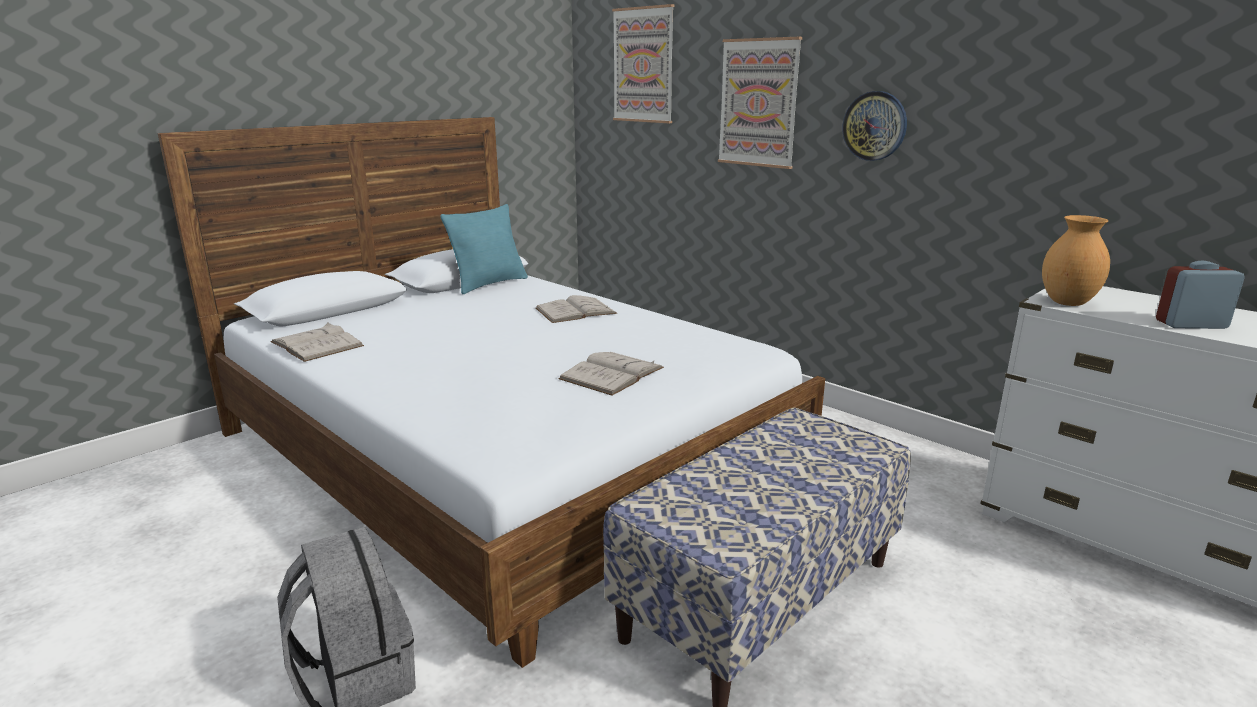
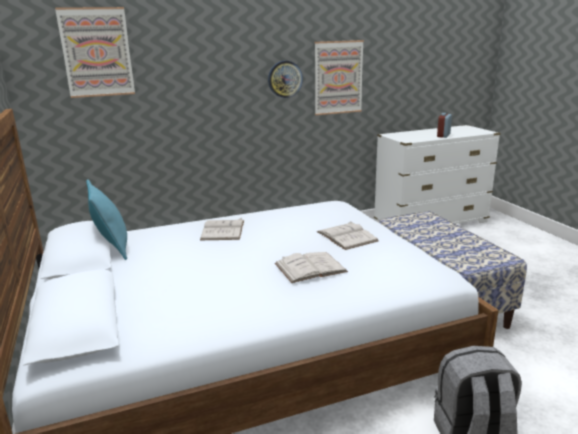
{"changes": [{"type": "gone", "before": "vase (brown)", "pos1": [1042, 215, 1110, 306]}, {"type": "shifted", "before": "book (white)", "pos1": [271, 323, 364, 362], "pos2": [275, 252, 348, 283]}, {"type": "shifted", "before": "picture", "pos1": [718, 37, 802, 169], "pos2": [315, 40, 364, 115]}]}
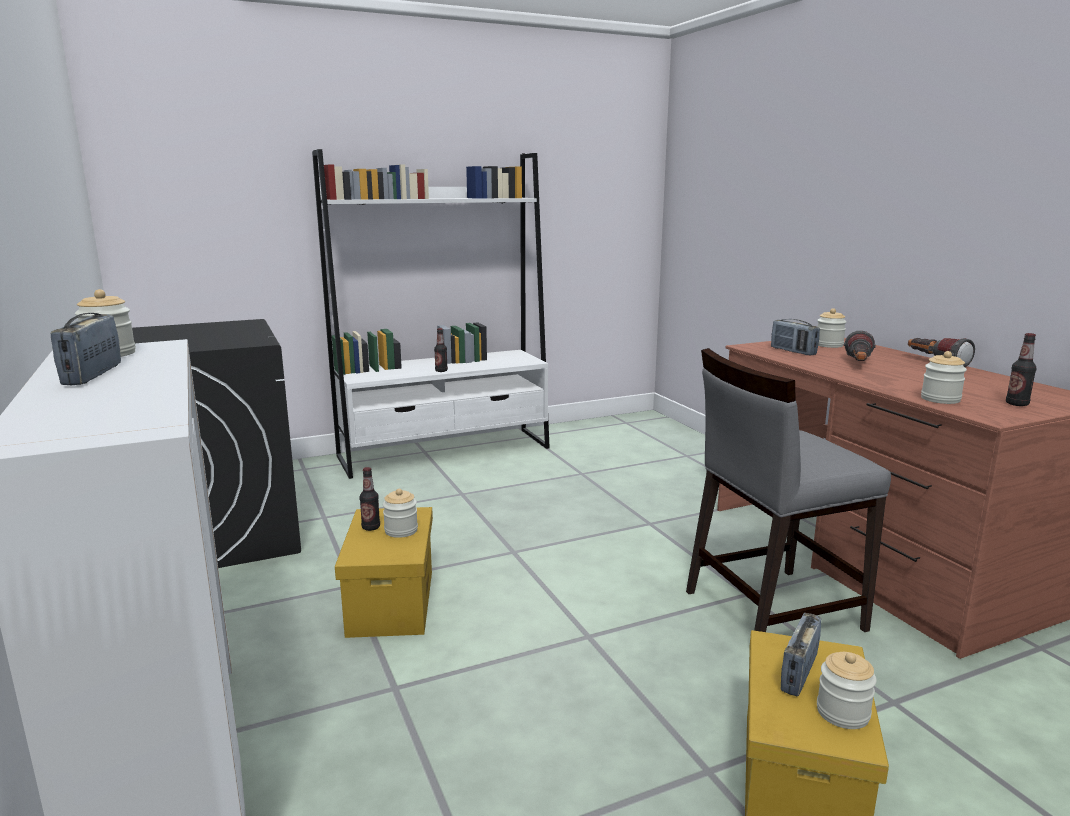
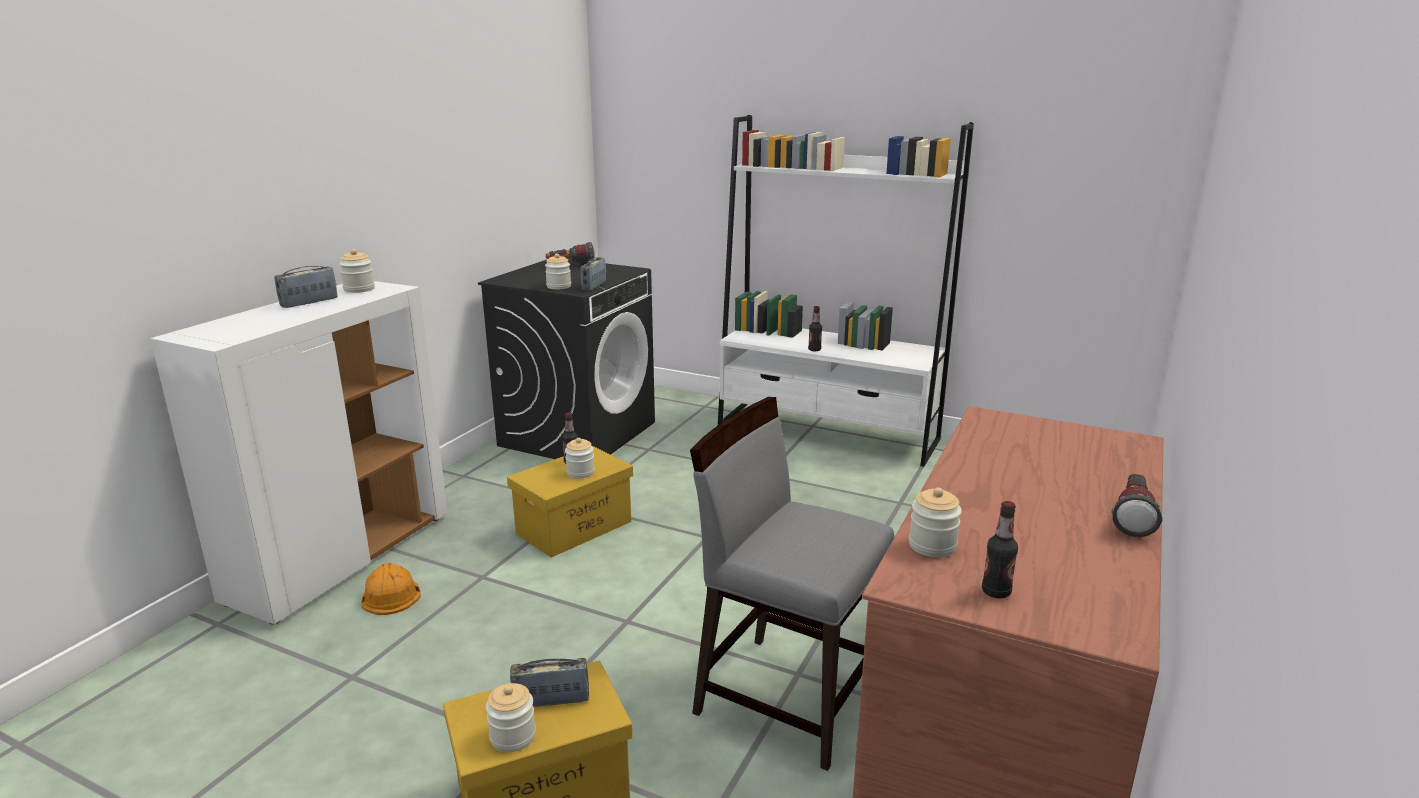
{"changes": [{"type": "new", "after": "hard hat (orange)", "pos2": [362, 563, 421, 615]}, {"type": "shifted", "before": "radio", "pos1": [771, 319, 820, 355], "pos2": [580, 257, 606, 291]}, {"type": "shifted", "before": "jar", "pos1": [817, 309, 847, 348], "pos2": [545, 253, 571, 289]}, {"type": "shifted", "before": "flashlight", "pos1": [844, 330, 876, 361], "pos2": [546, 242, 595, 262]}]}
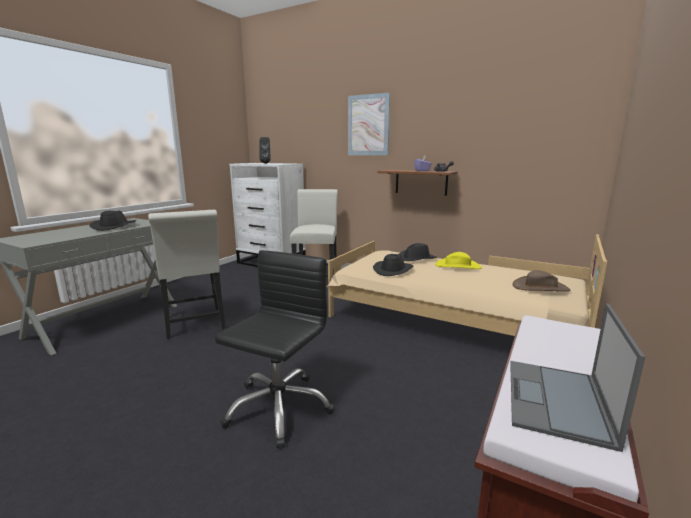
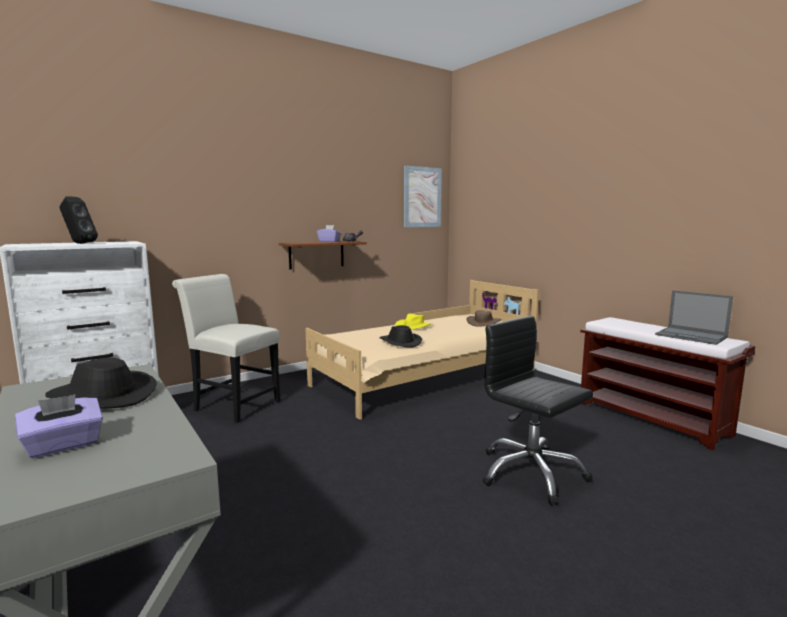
{"changes": [{"type": "gone", "before": "chair (white)", "pos1": [148, 210, 226, 339]}, {"type": "gone", "before": "hat (black)", "pos1": [398, 243, 437, 261]}, {"type": "new", "after": "tissue box (purple)", "pos2": [15, 394, 103, 459]}, {"type": "shifted", "before": "picture", "pos1": [348, 93, 390, 155], "pos2": [404, 165, 442, 227]}]}
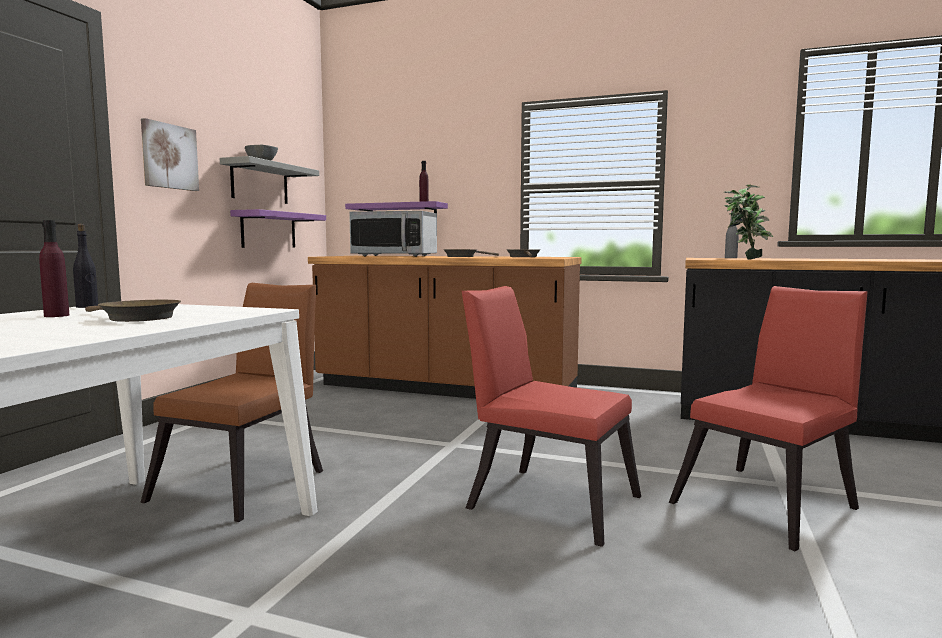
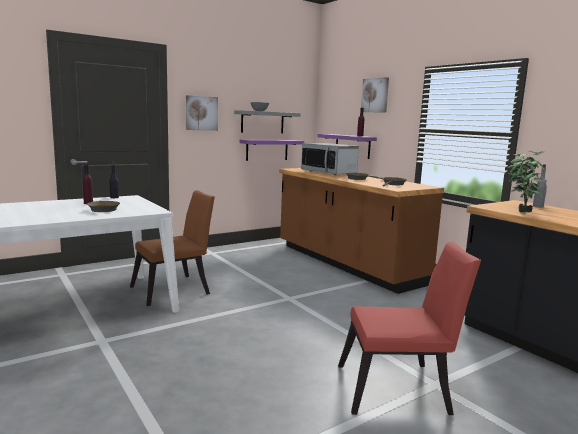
{"changes": [{"type": "gone", "before": "chair (red)", "pos1": [462, 286, 641, 547]}, {"type": "new", "after": "picture", "pos2": [361, 77, 389, 113]}]}
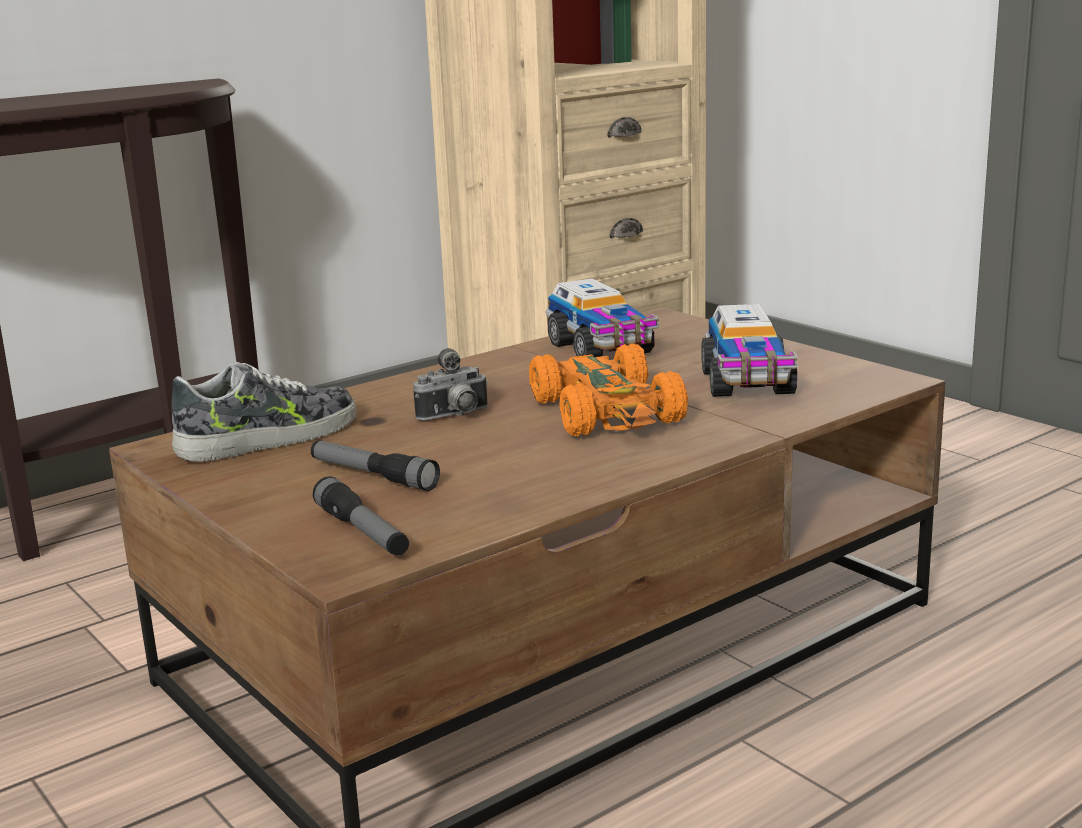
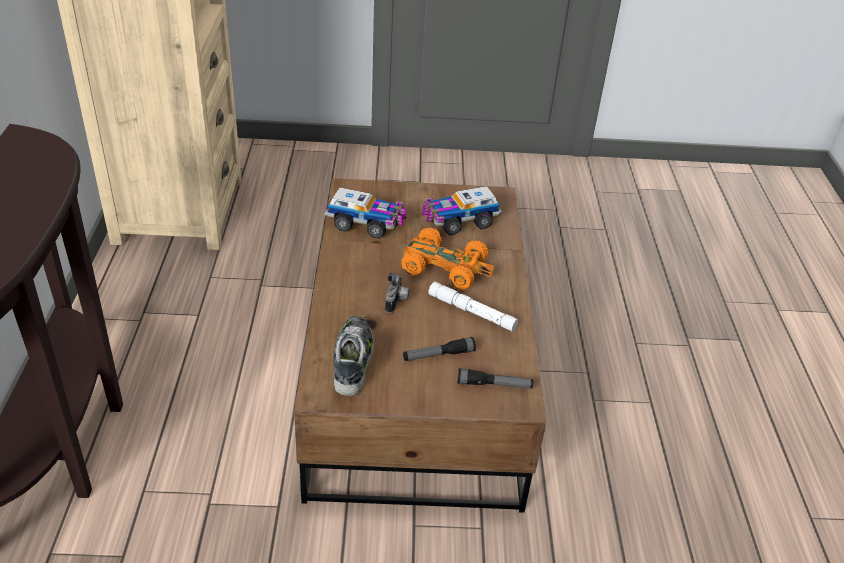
{"changes": [{"type": "new", "after": "flashlight (white)", "pos2": [428, 282, 518, 332]}, {"type": "rotated", "before": "toy truck", "pos1": [701, 304, 798, 397], "pos2": [422, 186, 501, 235], "turn": 120}]}
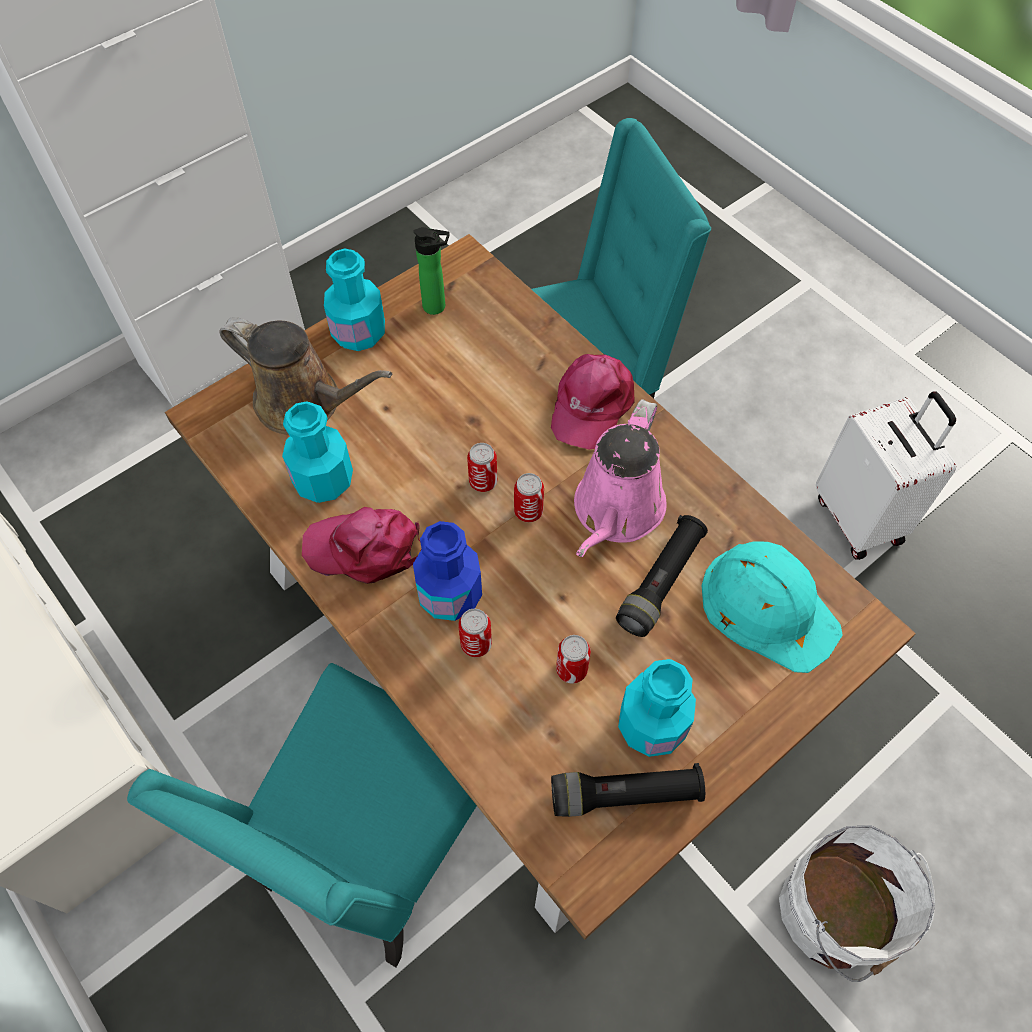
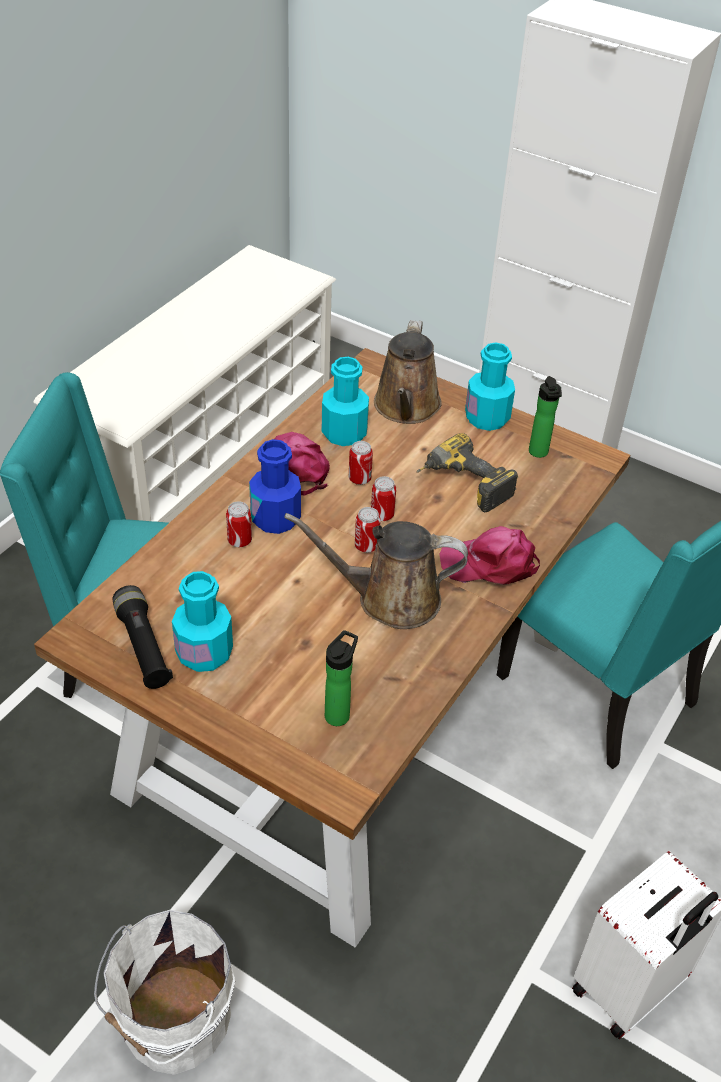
{"changes": [{"type": "gone", "before": "flashlight (black)", "pos1": [616, 515, 708, 637]}, {"type": "new", "after": "power drill", "pos2": [417, 433, 518, 512]}, {"type": "shifted", "before": "can", "pos1": [556, 635, 591, 684], "pos2": [349, 441, 373, 485]}, {"type": "swapped", "before": "hard hat (turquoise)", "after": "bottle", "pos1": [702, 541, 843, 673], "pos2": [325, 630, 358, 726]}, {"type": "repainted", "before": "watering can (pink)", "after": "watering can (brown)", "pos1": [574, 399, 667, 557], "pos2": [284, 513, 468, 629]}]}
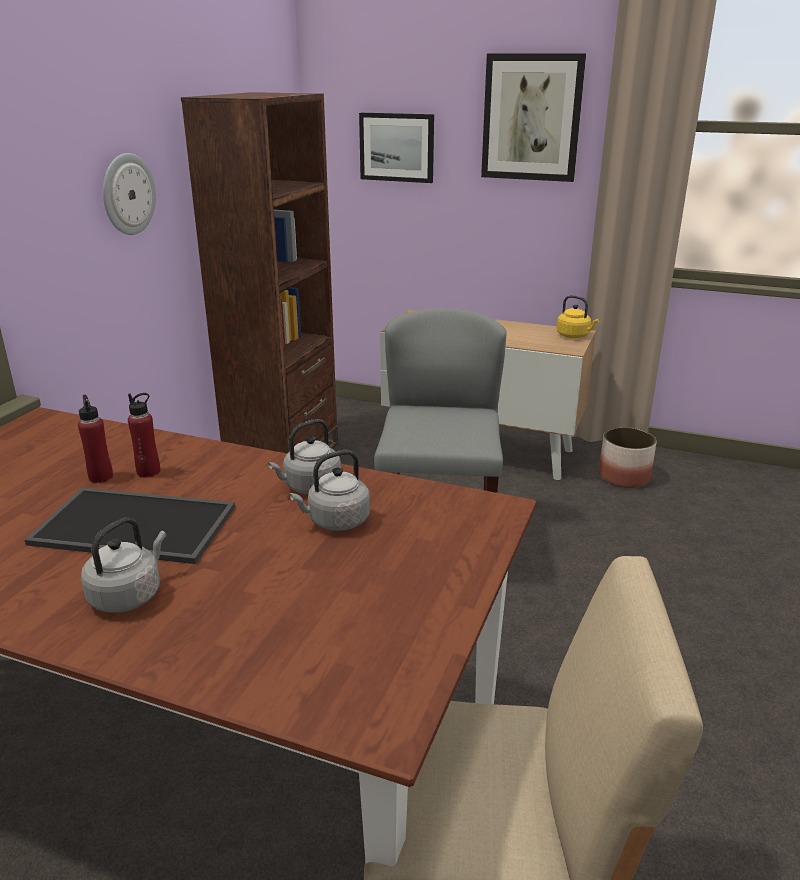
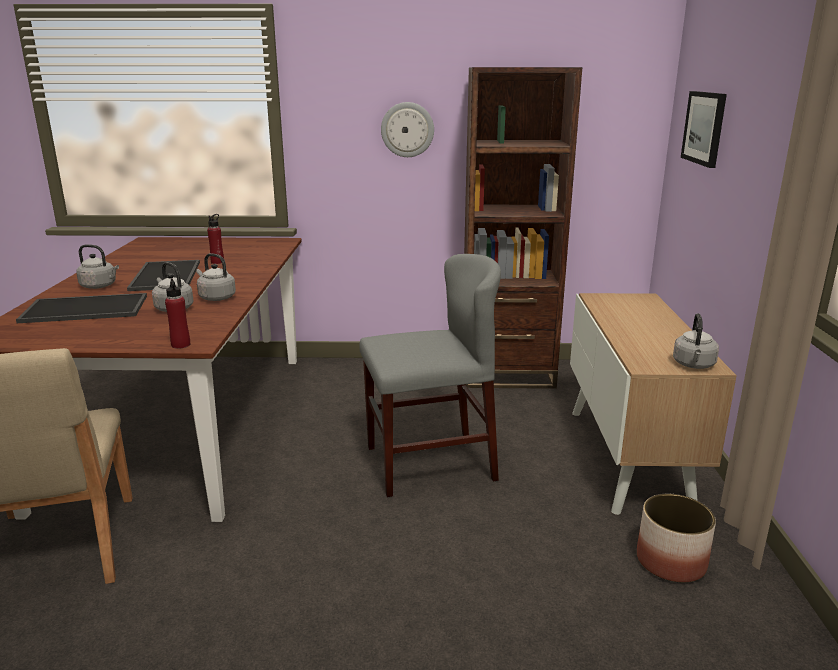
{"changes": [{"type": "gone", "before": "picture", "pos1": [481, 53, 586, 182]}, {"type": "new", "after": "tray", "pos2": [16, 293, 147, 323]}, {"type": "shifted", "before": "bottle (red)", "pos1": [128, 393, 160, 478], "pos2": [165, 278, 190, 349]}, {"type": "repainted", "before": "kettle (yellow)", "after": "kettle (grey)", "pos1": [557, 295, 599, 338], "pos2": [673, 313, 719, 369]}]}
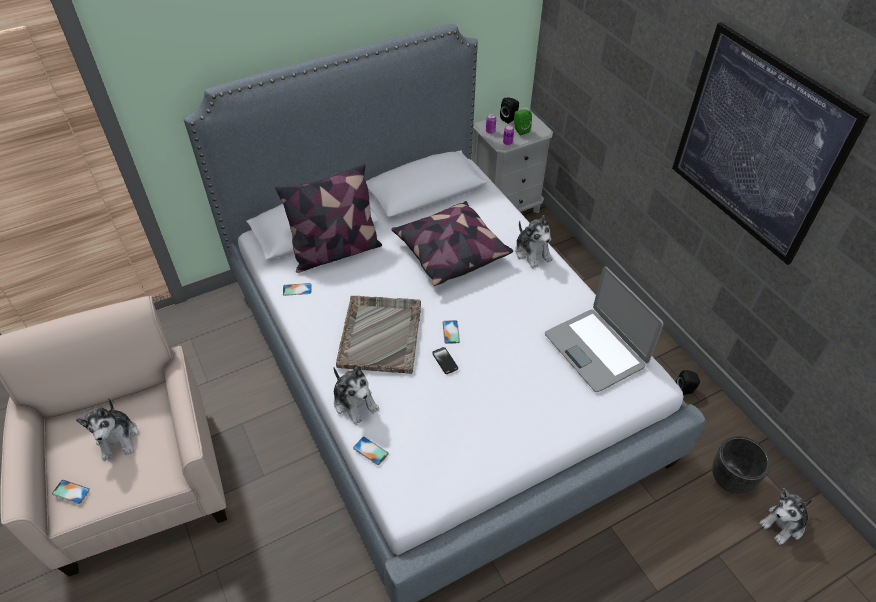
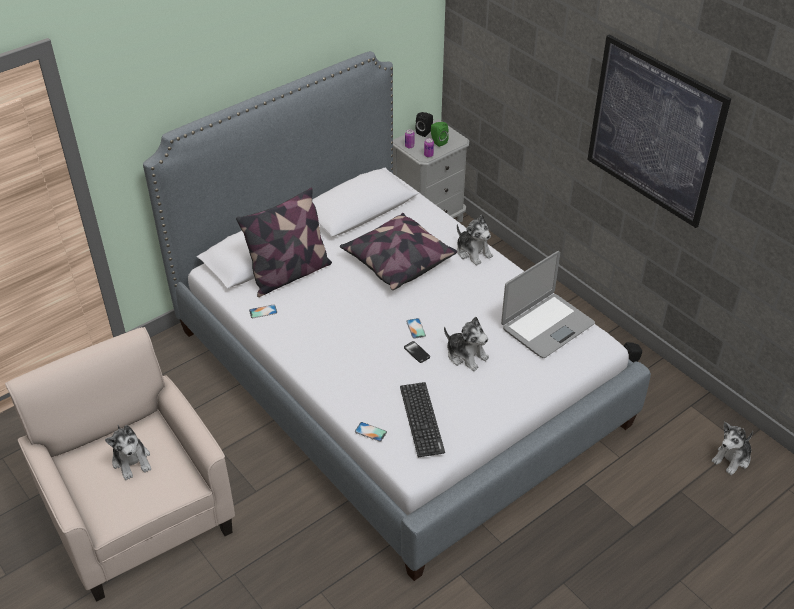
{"changes": [{"type": "gone", "before": "phone", "pos1": [52, 480, 90, 504]}, {"type": "gone", "before": "tray (grey)", "pos1": [336, 296, 421, 374]}, {"type": "gone", "before": "planter (black)", "pos1": [712, 436, 771, 494]}, {"type": "new", "after": "keyboard", "pos2": [400, 382, 445, 457]}, {"type": "shifted", "before": "plush toy", "pos1": [333, 367, 379, 425], "pos2": [444, 317, 489, 371]}, {"type": "rotated", "before": "laptop", "pos1": [545, 267, 664, 392], "pos2": [501, 251, 595, 358], "turn": -90}]}
